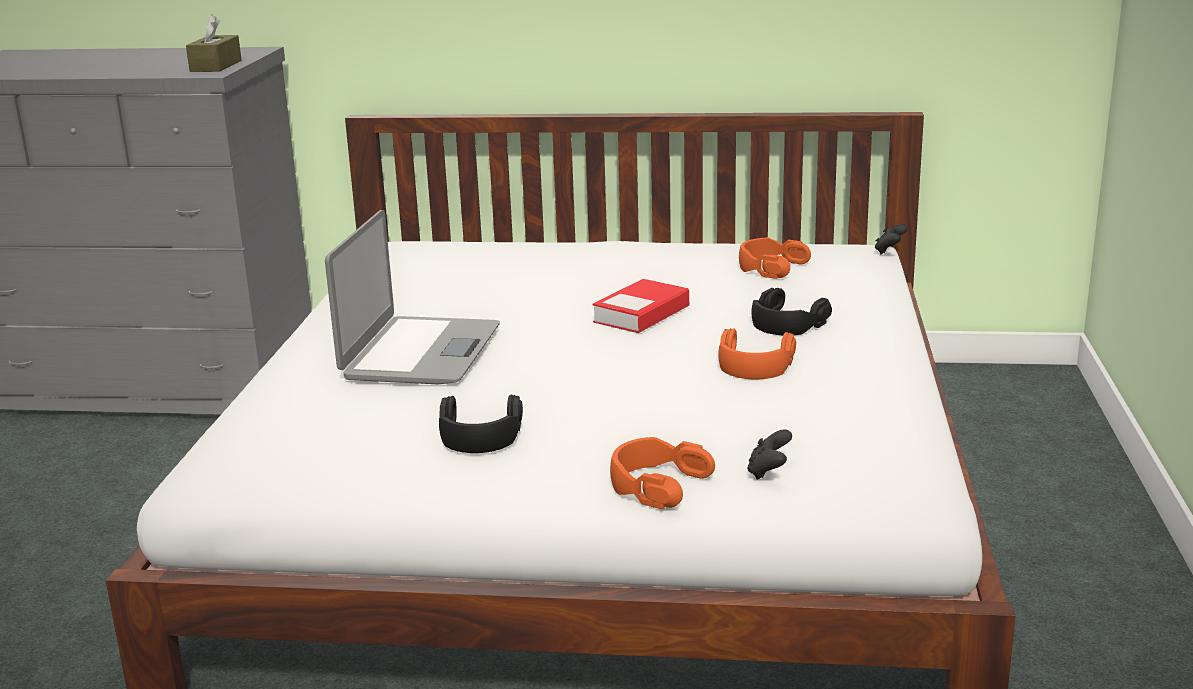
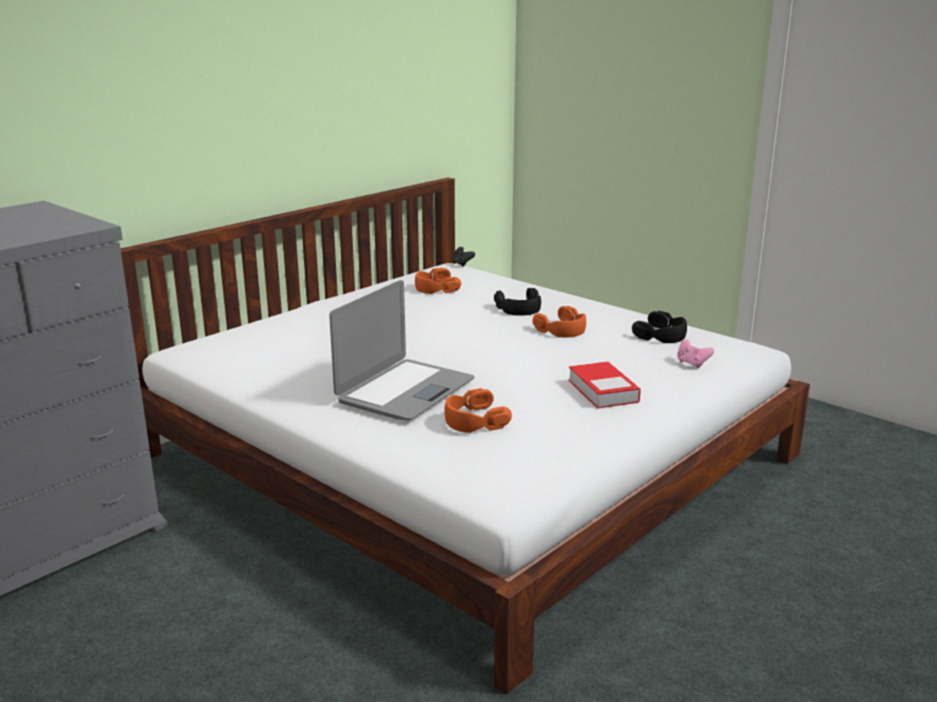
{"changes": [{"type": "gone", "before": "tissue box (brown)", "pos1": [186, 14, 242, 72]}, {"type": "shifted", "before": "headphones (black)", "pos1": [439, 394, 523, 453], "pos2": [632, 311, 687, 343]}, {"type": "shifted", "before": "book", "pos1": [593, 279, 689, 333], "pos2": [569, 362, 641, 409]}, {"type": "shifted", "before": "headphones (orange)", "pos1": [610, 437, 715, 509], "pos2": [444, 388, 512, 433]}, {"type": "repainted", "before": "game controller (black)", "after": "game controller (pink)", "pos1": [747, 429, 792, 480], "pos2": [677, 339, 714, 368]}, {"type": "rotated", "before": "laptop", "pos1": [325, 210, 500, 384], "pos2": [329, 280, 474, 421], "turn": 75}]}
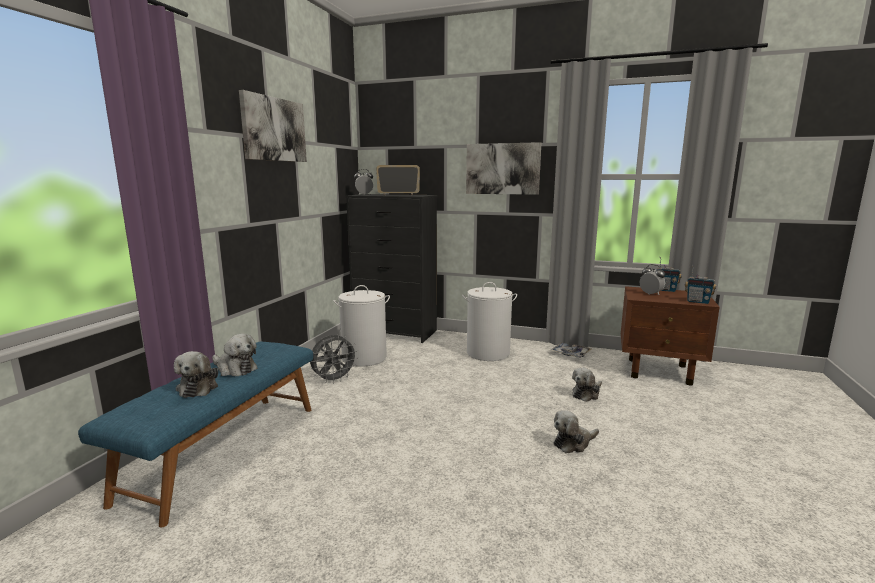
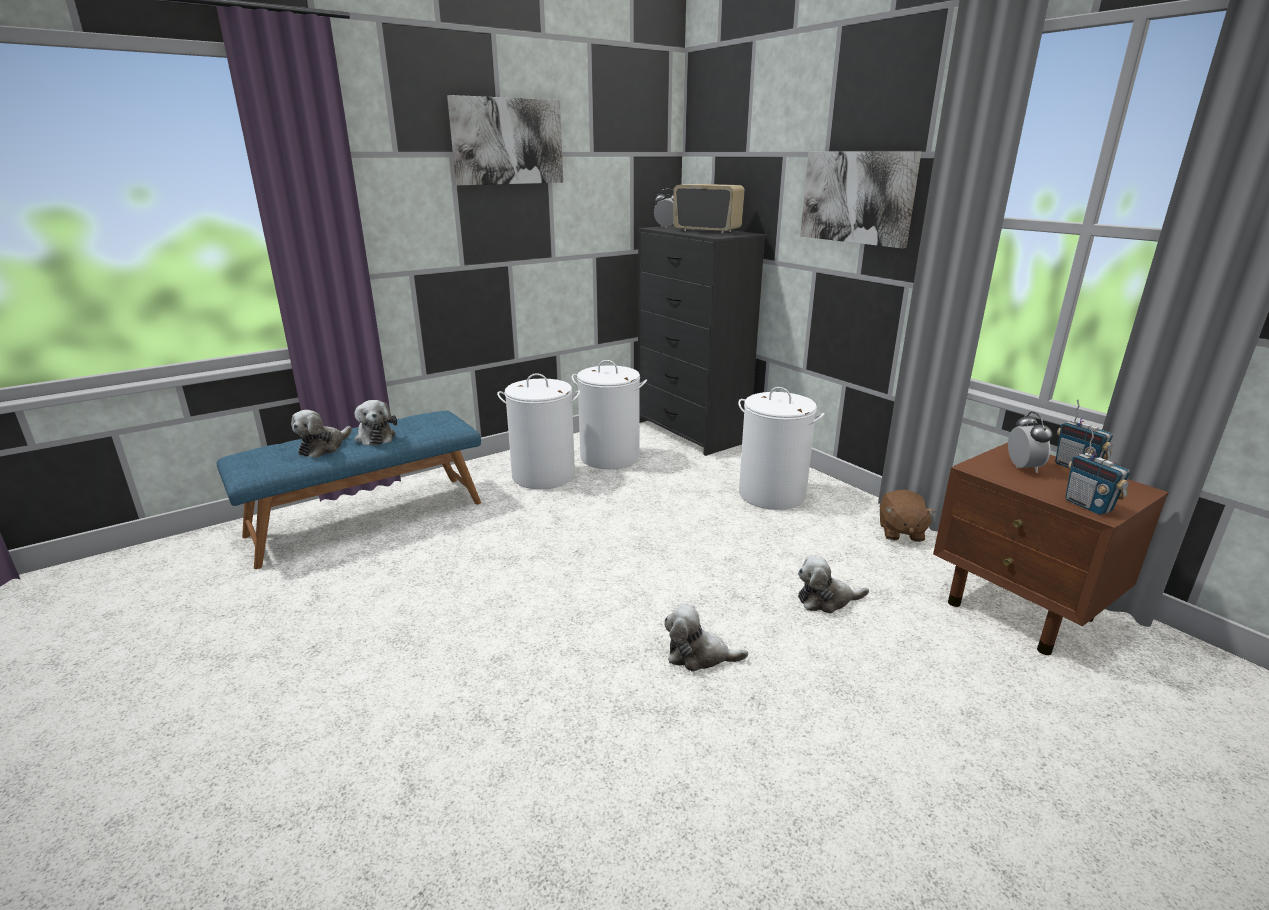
{"changes": [{"type": "swapped", "before": "fan (grey)", "after": "laundry basket (white)", "pos1": [310, 334, 358, 384], "pos2": [497, 373, 580, 489]}, {"type": "swapped", "before": "tray", "after": "plush toy (brown)", "pos1": [550, 342, 591, 358], "pos2": [880, 490, 936, 542]}]}
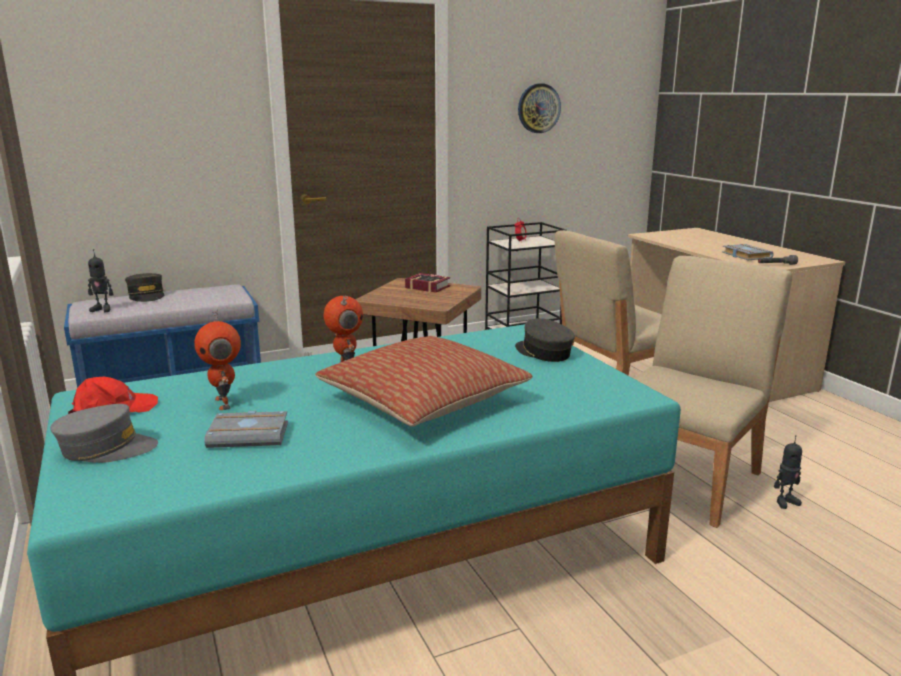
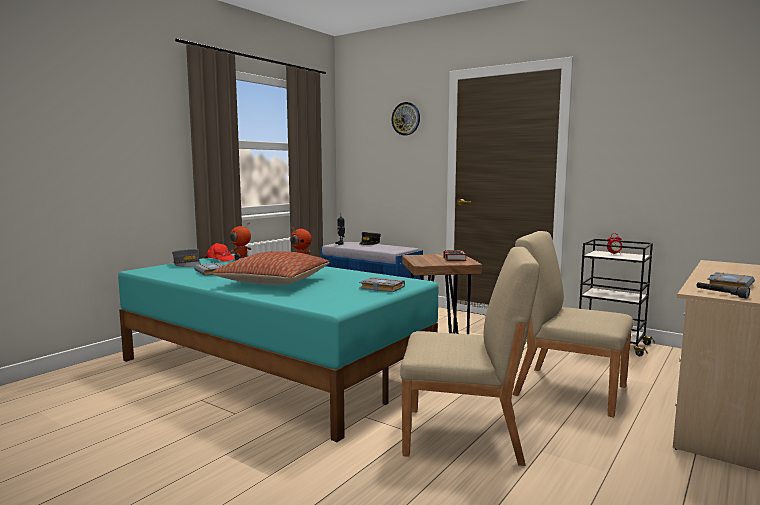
{"changes": [{"type": "gone", "before": "toy robot", "pos1": [774, 435, 802, 509]}, {"type": "shifted", "before": "wall clock", "pos1": [518, 83, 561, 133], "pos2": [391, 102, 420, 135]}, {"type": "swapped", "before": "cap (grey)", "after": "book (grey)", "pos1": [515, 318, 575, 362], "pos2": [359, 277, 405, 292]}]}
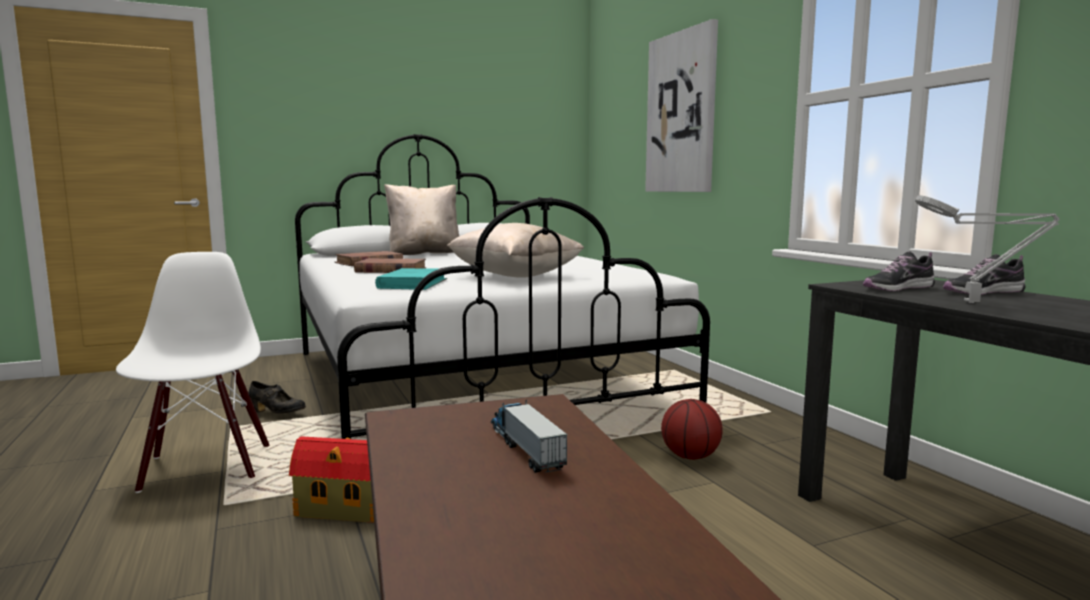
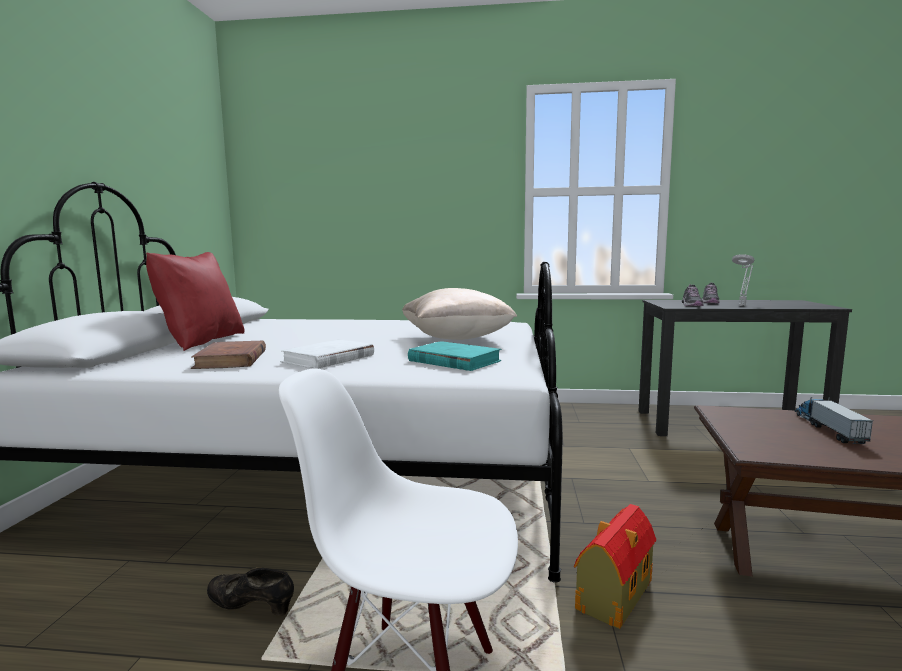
{"changes": [{"type": "gone", "before": "picture", "pos1": [645, 19, 718, 192]}, {"type": "gone", "before": "basketball", "pos1": [661, 399, 723, 460]}, {"type": "repainted", "before": "book (brown)", "after": "book (white)", "pos1": [354, 258, 426, 273], "pos2": [280, 339, 374, 369]}, {"type": "repainted", "before": "pillow (beige)", "after": "pillow (red)", "pos1": [384, 184, 459, 255], "pos2": [146, 252, 245, 351]}, {"type": "rotated", "before": "shoe (black)", "pos1": [249, 381, 306, 414], "pos2": [207, 567, 294, 616], "turn": -120}, {"type": "rotated", "before": "toy truck", "pos1": [491, 399, 568, 473], "pos2": [795, 397, 873, 444], "turn": 90}]}
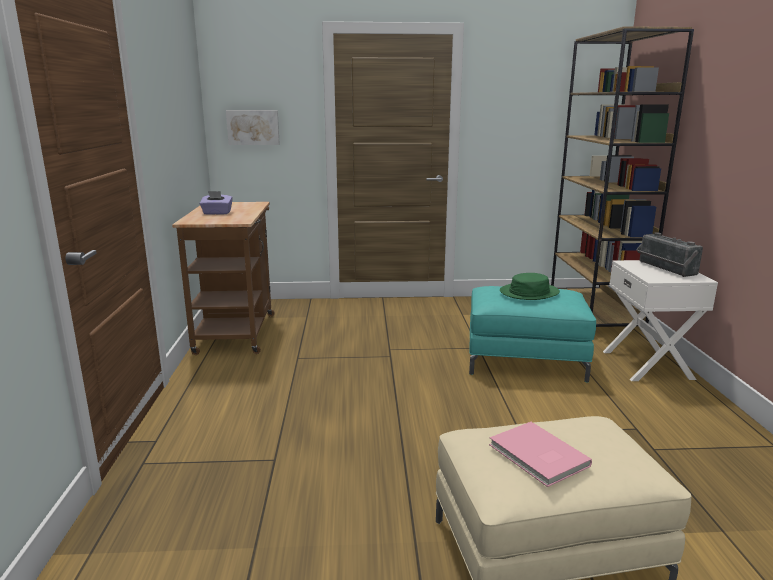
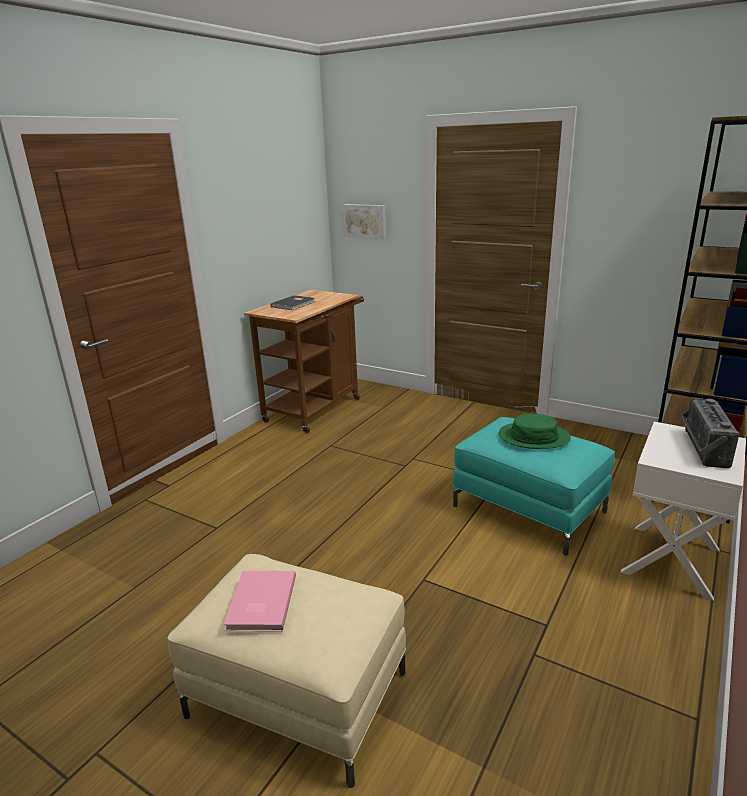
{"changes": [{"type": "swapped", "before": "tissue box (purple)", "after": "book (grey)", "pos1": [200, 191, 233, 215], "pos2": [271, 295, 315, 310]}]}
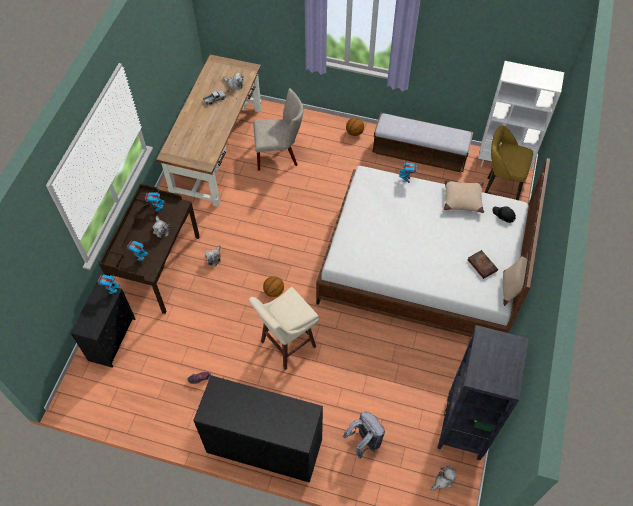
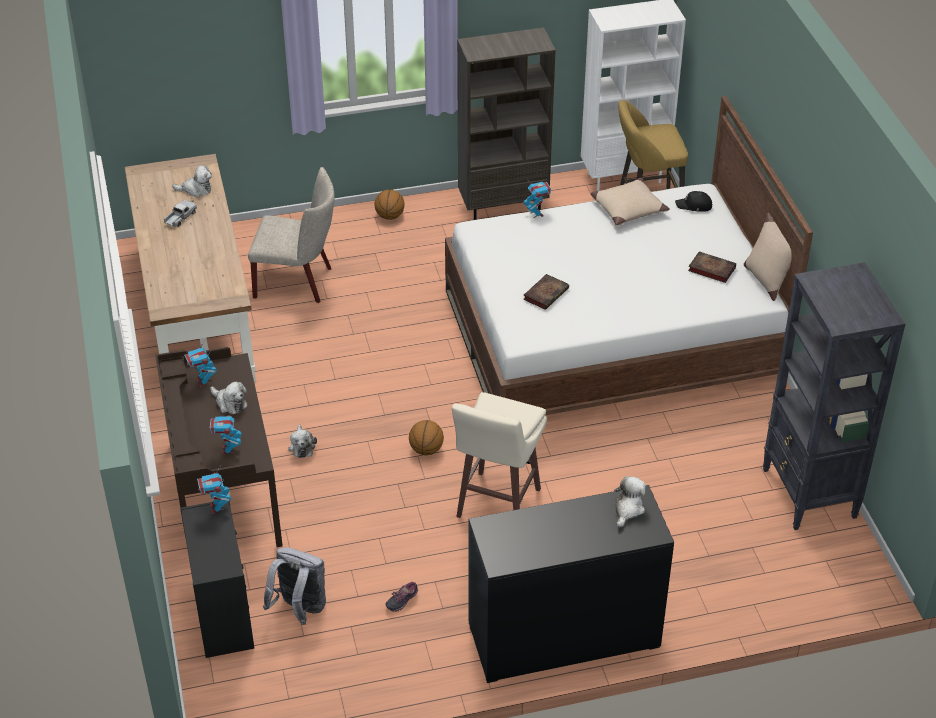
{"changes": [{"type": "new", "after": "book", "pos2": [523, 274, 569, 310]}, {"type": "shifted", "before": "backpack (grey)", "pos1": [343, 412, 385, 459], "pos2": [263, 548, 326, 625]}, {"type": "shifted", "before": "plush toy", "pos1": [430, 466, 456, 491], "pos2": [614, 476, 646, 528]}, {"type": "swapped", "before": "bench", "after": "bookcase (brown)", "pos1": [372, 113, 473, 172], "pos2": [457, 27, 556, 220]}, {"type": "rotated", "before": "chair (beige)", "pos1": [253, 88, 303, 171], "pos2": [248, 167, 335, 303], "turn": 45}]}
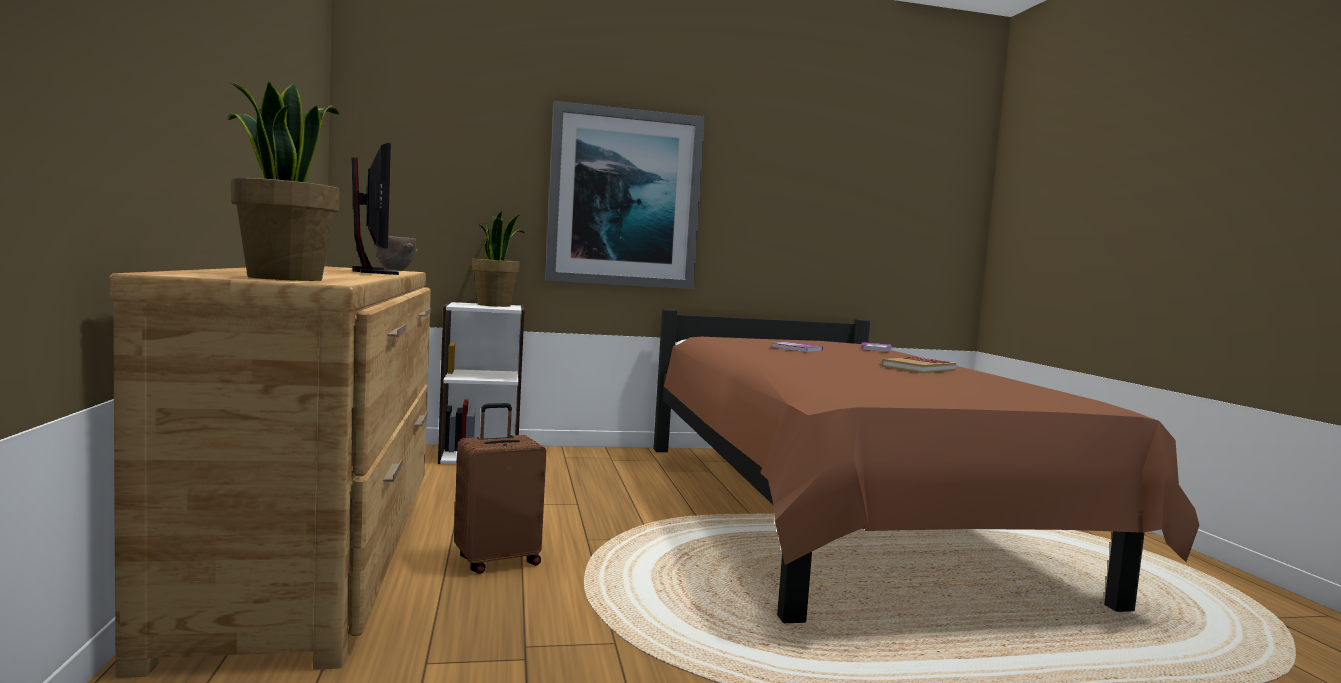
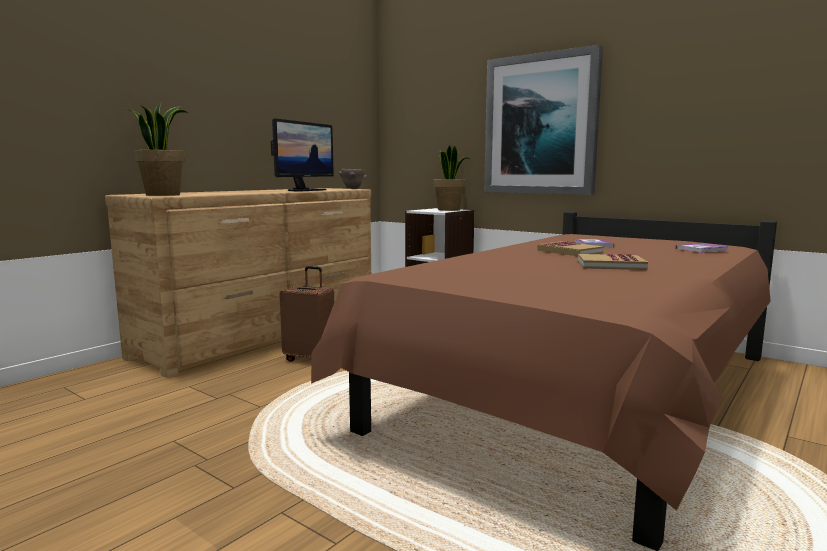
{"changes": [{"type": "new", "after": "book", "pos2": [537, 241, 604, 256]}]}
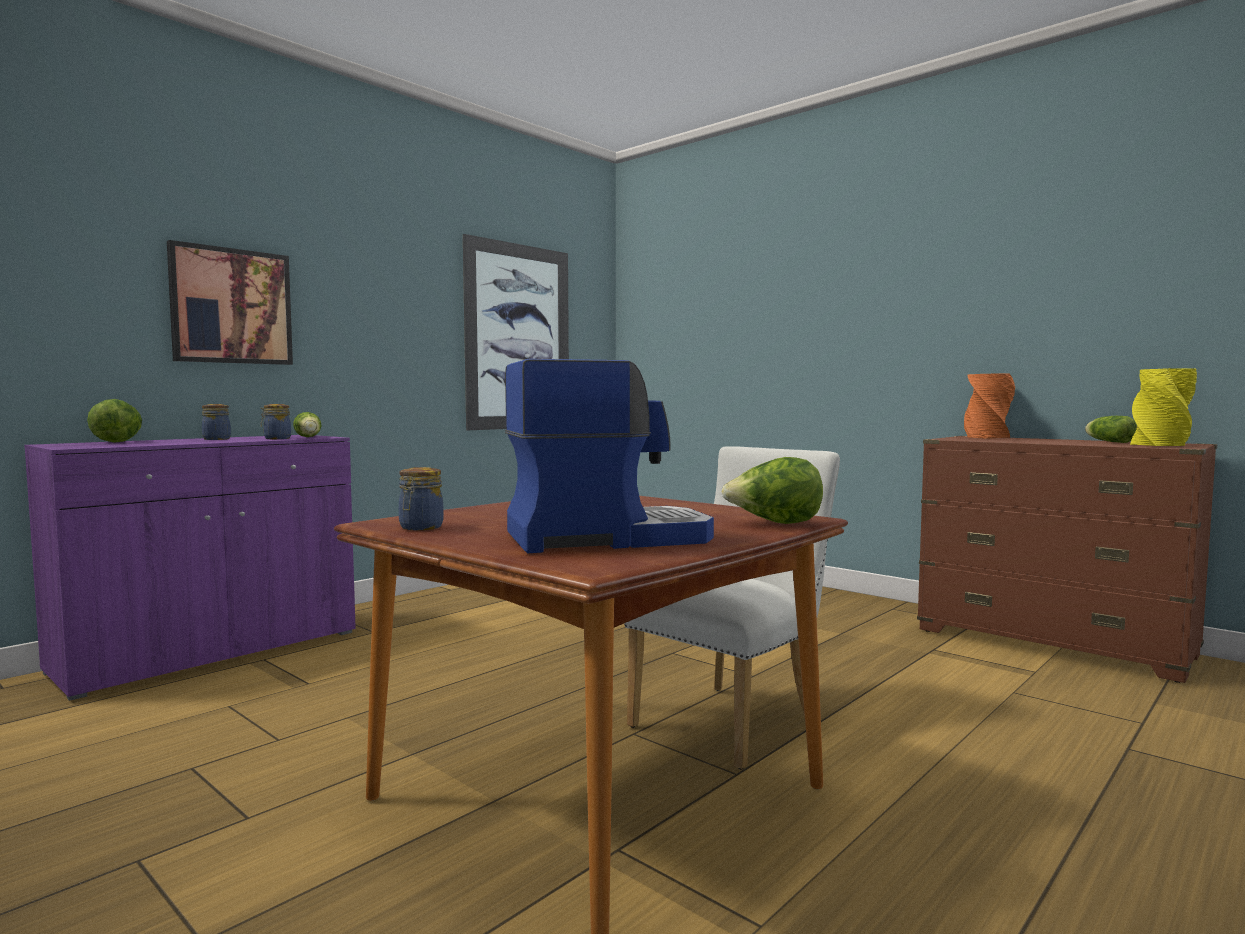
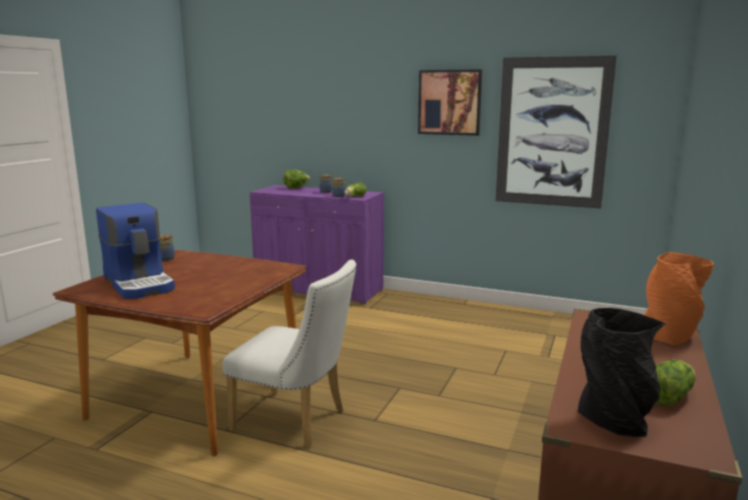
{"changes": [{"type": "gone", "before": "lettuce", "pos1": [722, 457, 823, 524]}, {"type": "shifted", "before": "picture", "pos1": [167, 240, 293, 365], "pos2": [418, 69, 482, 136]}, {"type": "repainted", "before": "vase (yellow)", "after": "vase (black)", "pos1": [1130, 368, 1197, 446], "pos2": [578, 308, 666, 437]}]}
